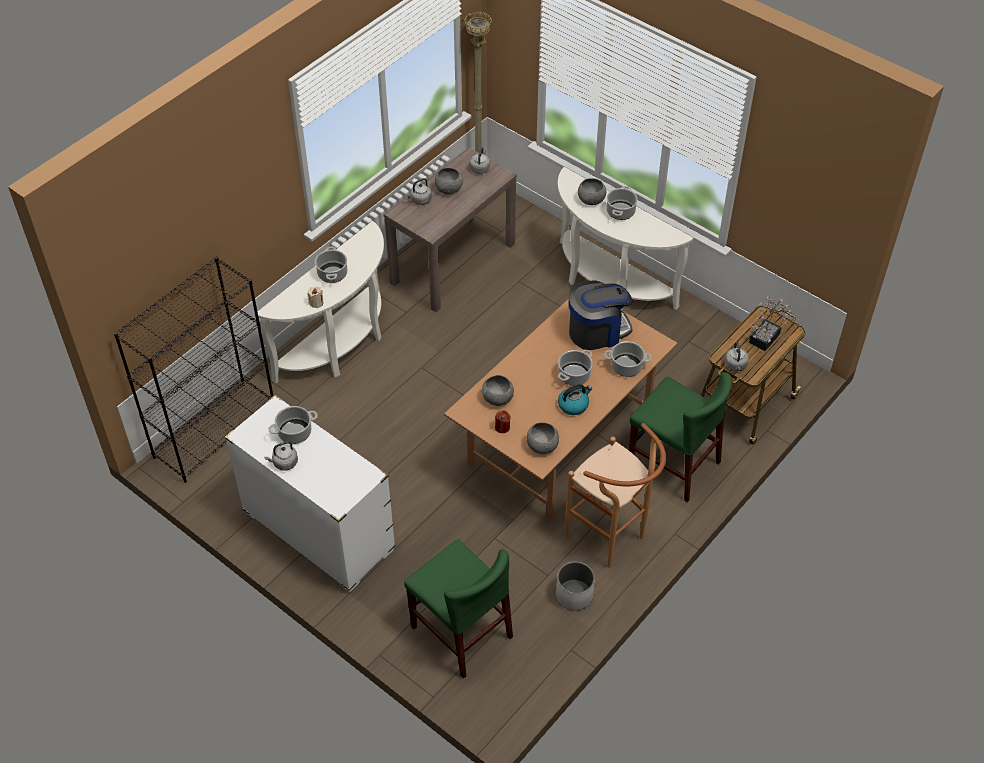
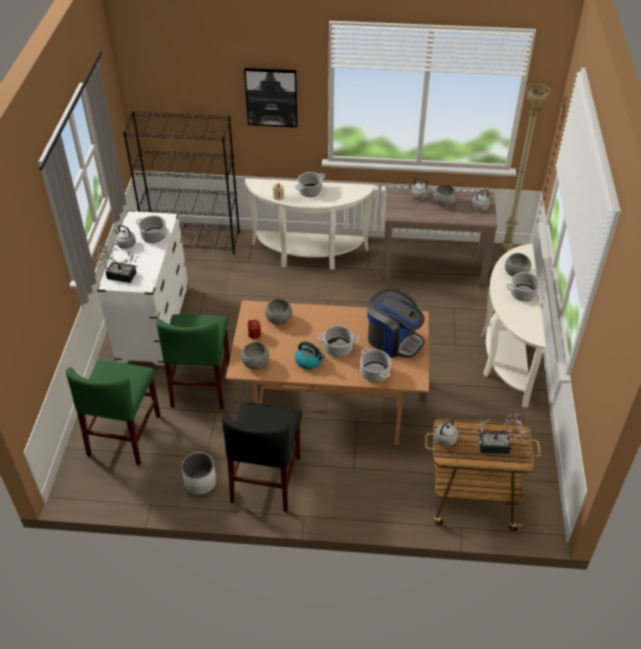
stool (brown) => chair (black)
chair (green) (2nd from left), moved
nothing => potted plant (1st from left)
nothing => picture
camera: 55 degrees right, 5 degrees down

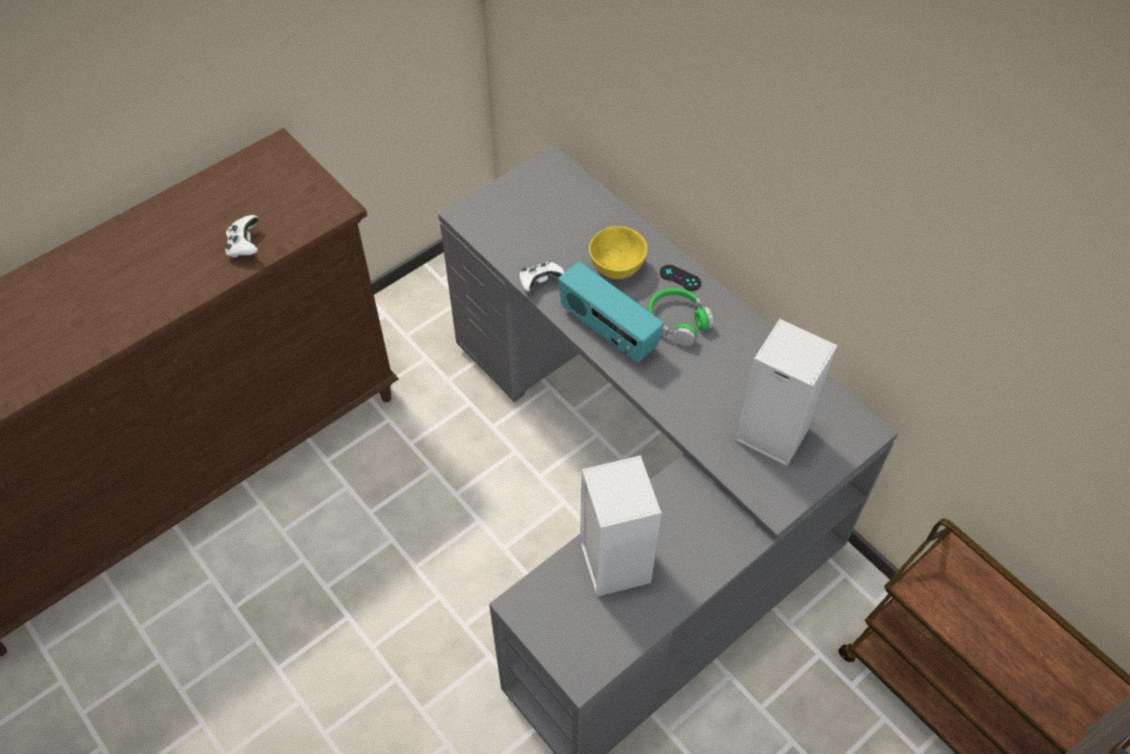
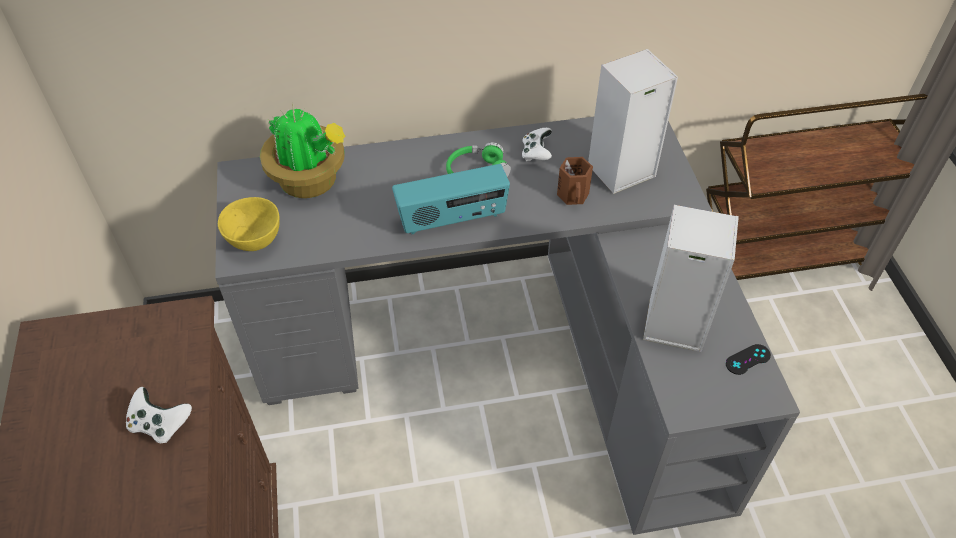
game controller (white) (2nd from left), moved
bowl (yellow), moved
game controller (black), moved
nothing => potted plant
nothing => mug (brown)
camera: 60 degrees left, 5 degrees down

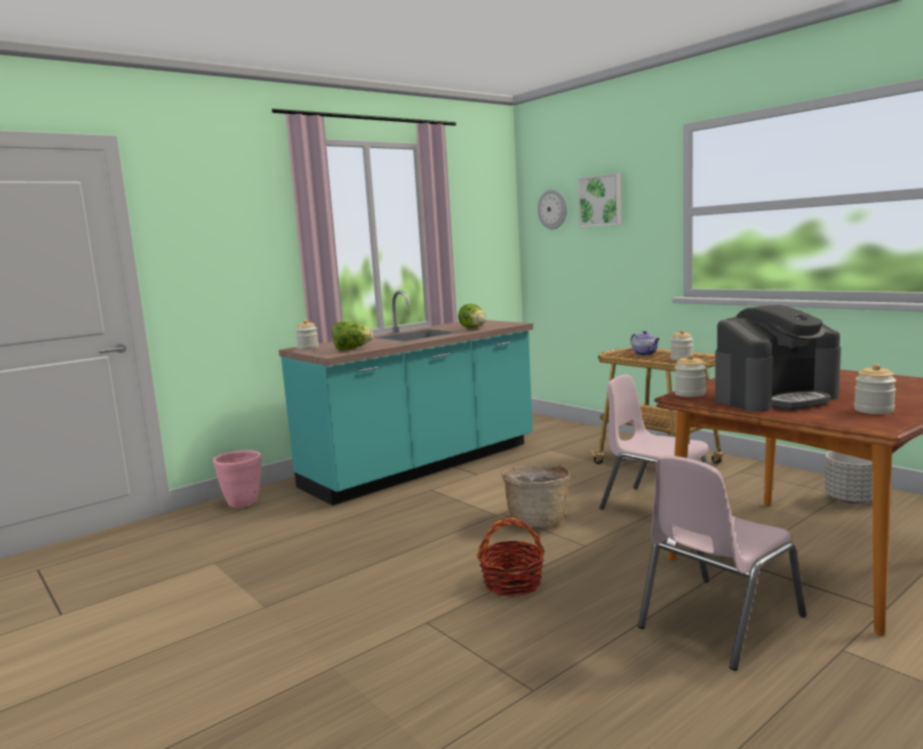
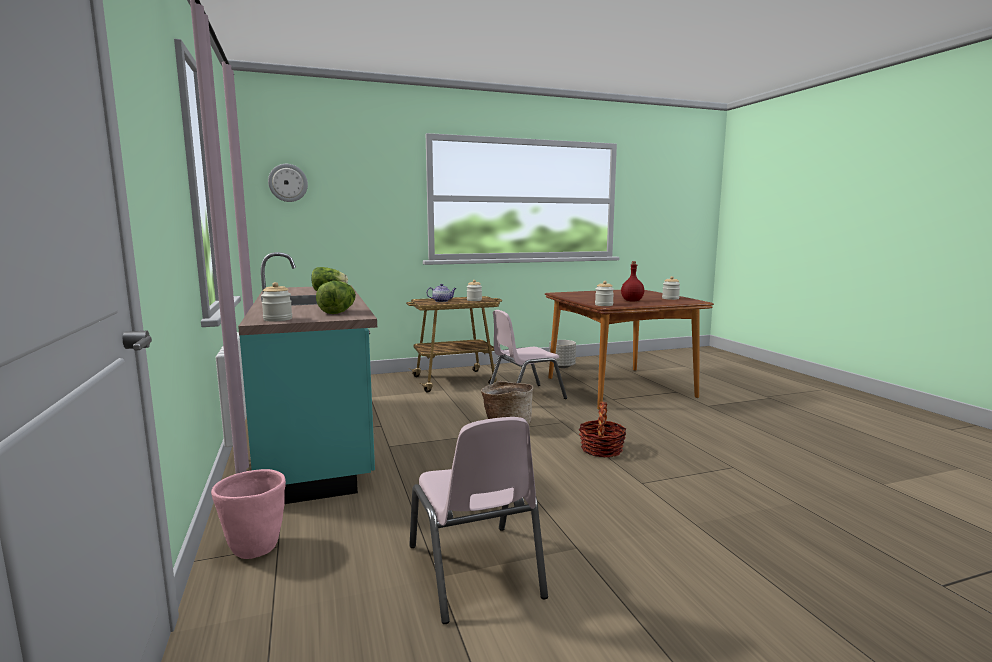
picture => nothing
chair (pink) (2nd from left in the first image) => chair (pink) (1st from left), moved
coffee machine => bottle (red)
camera: 70 degrees left, 0 degrees up

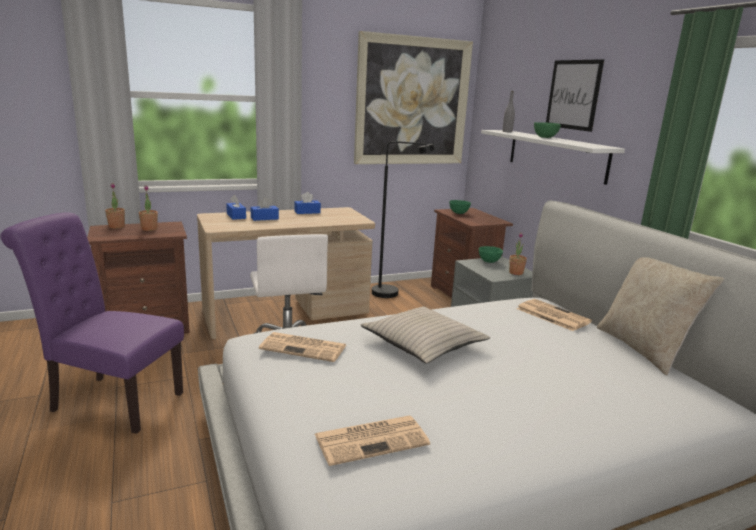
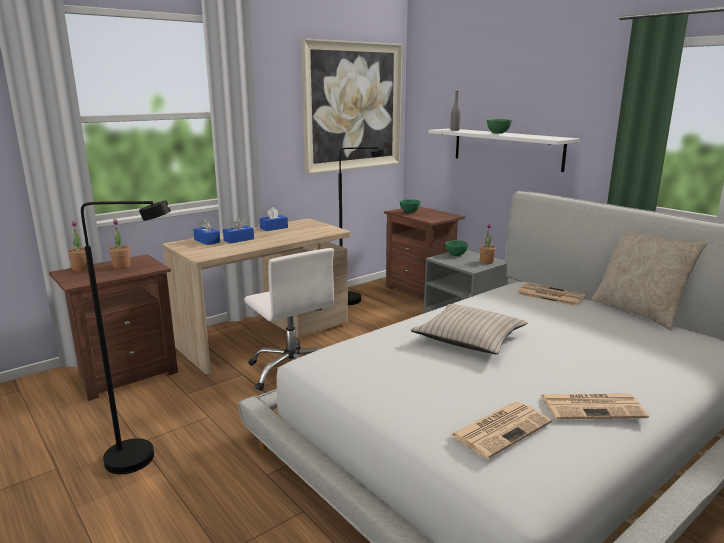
chair (purple) => floor lamp (black) (1st from left)
newspaper (1st from left in the first image) => newspaper (3rd from left), moved
picture (2nd from left) => nothing
camera: 15 degrees left, 0 degrees up

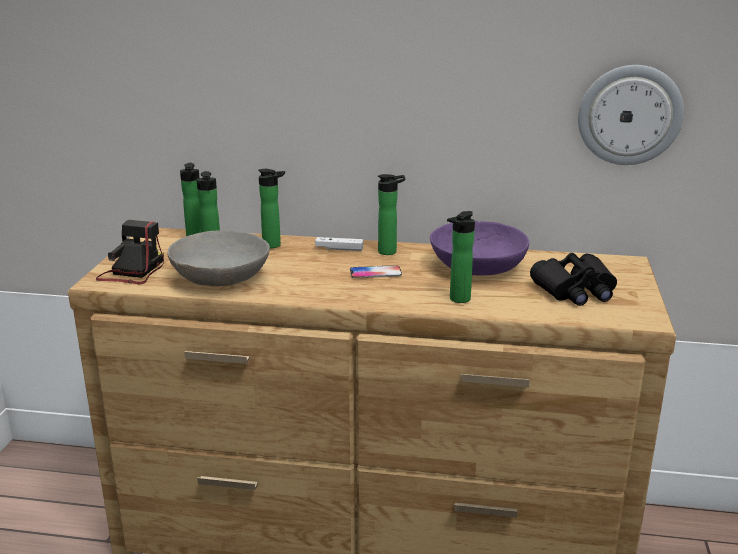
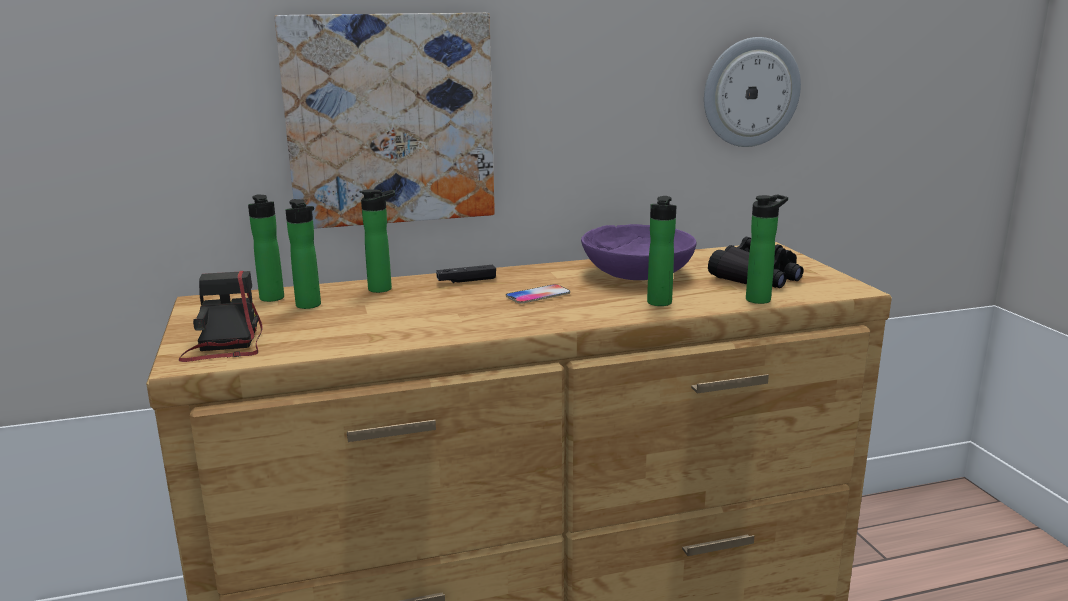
bowl (grey) => nothing
game controller (white) => game controller (black)
bottle (4th from left in the first image) => bottle (5th from left), moved
nothing => picture
camera: 25 degrees left, 5 degrees down

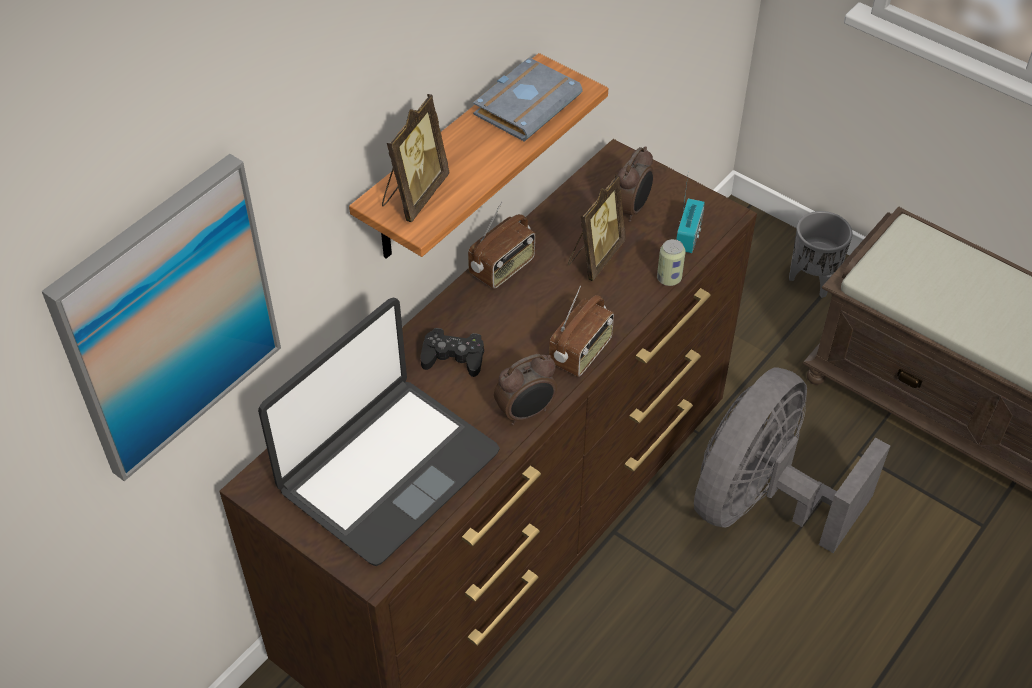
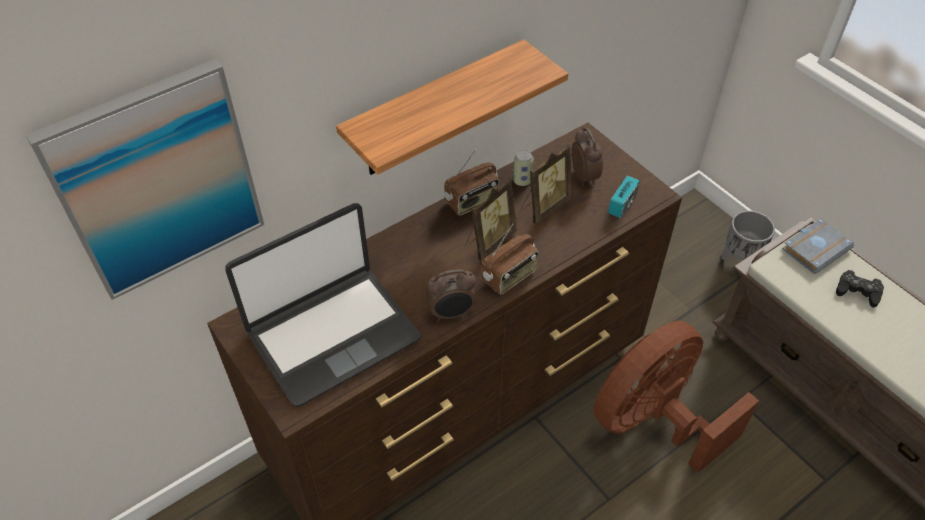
picture frame (1st from left), moved
game controller (black), moved
book (grey), moved
alarm clock (2nd from left), 60 degrees counterclockwise
can, moved
fan (grey) => fan (brown)
camera: 15 degrees right, 0 degrees up

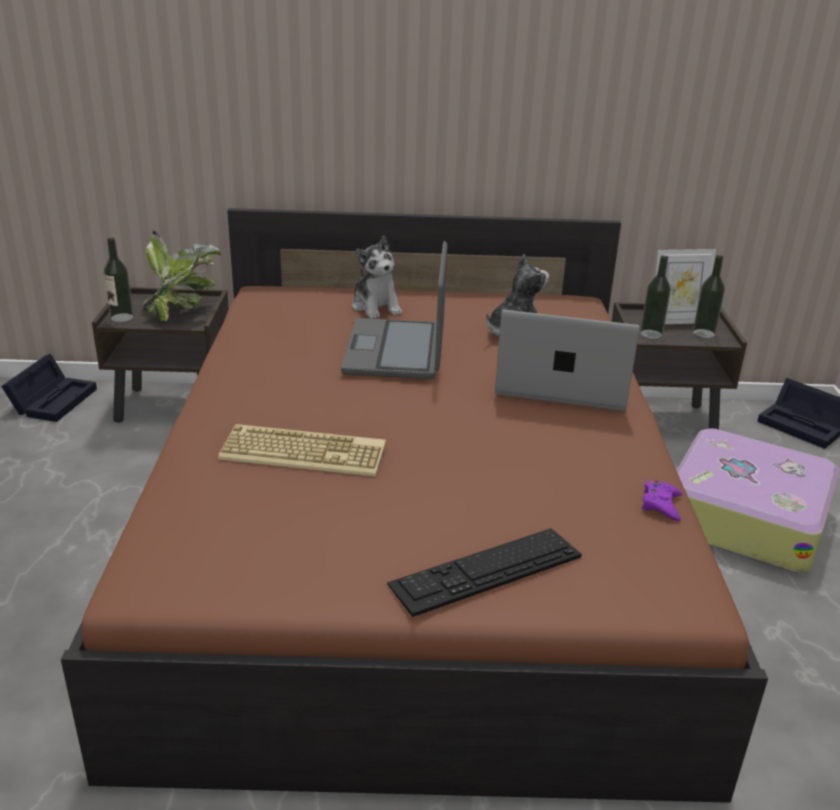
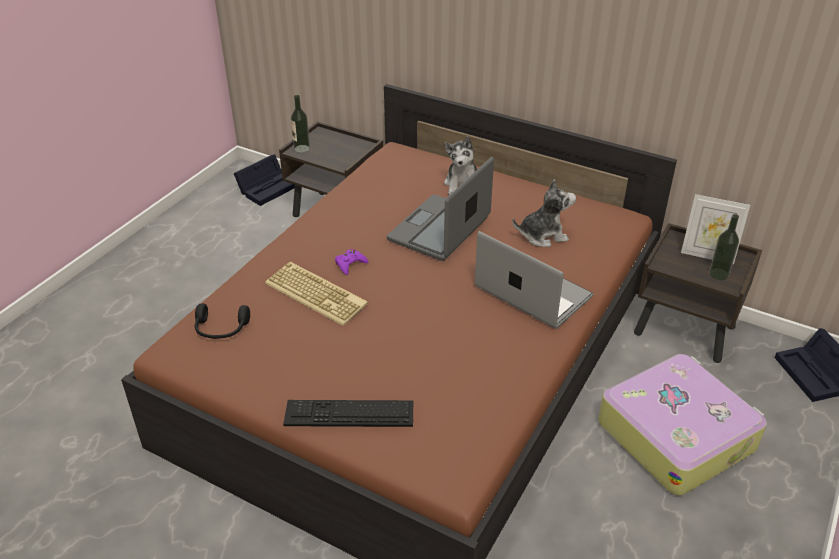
potted plant => nothing
bottle (2nd from left) => nothing
game controller (purple), moved
nothing => headphones (black)
camera: 30 degrees right, 10 degrees up

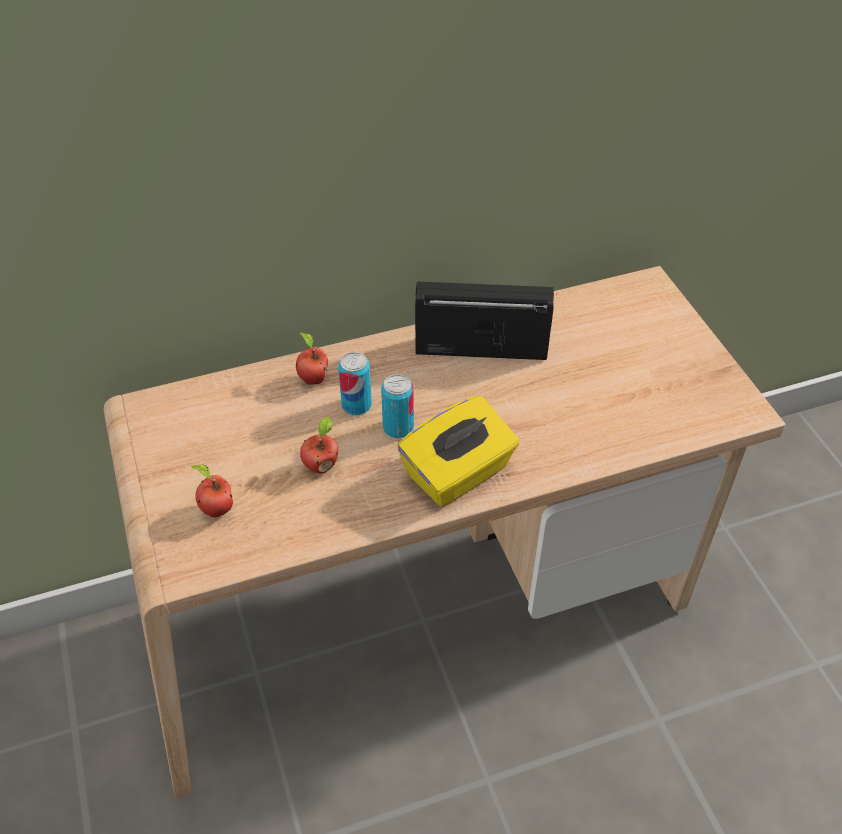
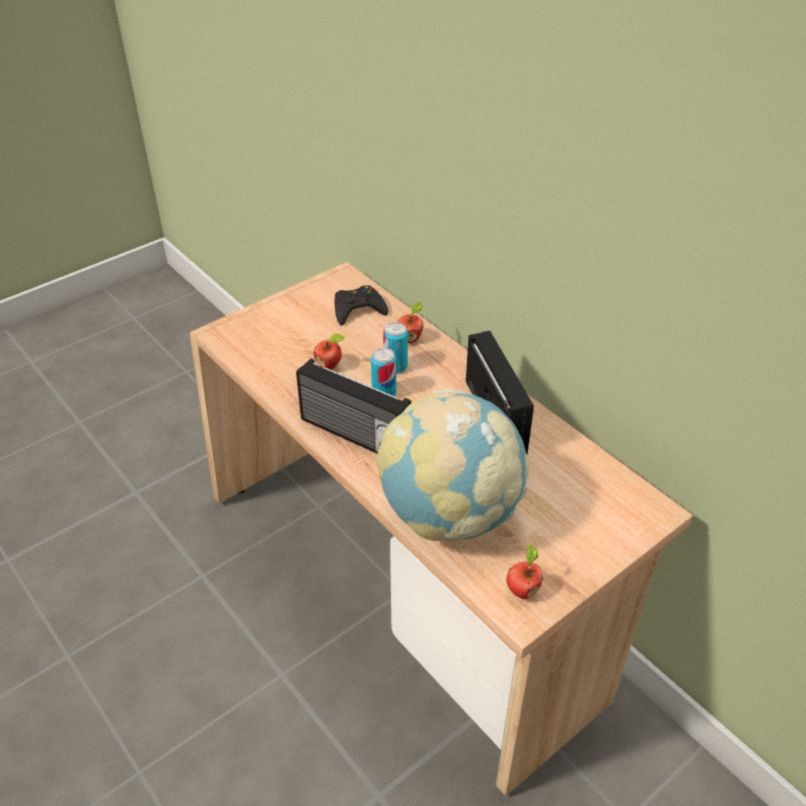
apple (1st from left in the first image) => apple (3rd from left), moved
tissue box (yellow) => radio (1st from left)
nothing => game controller (black)
nothing => globe
camera: 70 degrees right, 5 degrees down

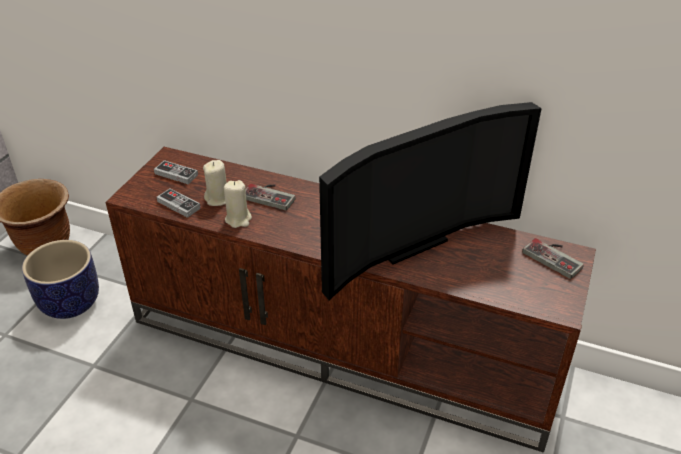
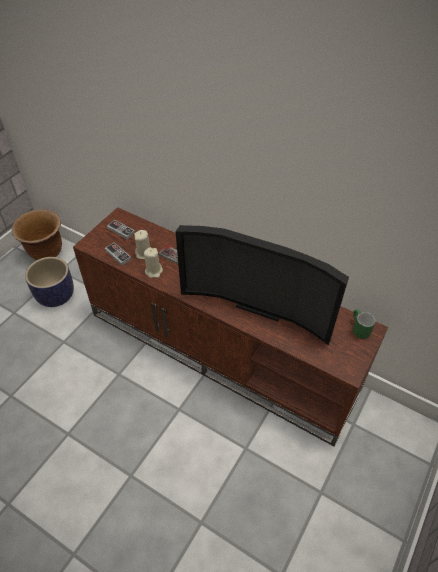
television, 45 degrees clockwise
game controller (4th from left) => mug (green)
camera: 10 degrees right, 10 degrees up

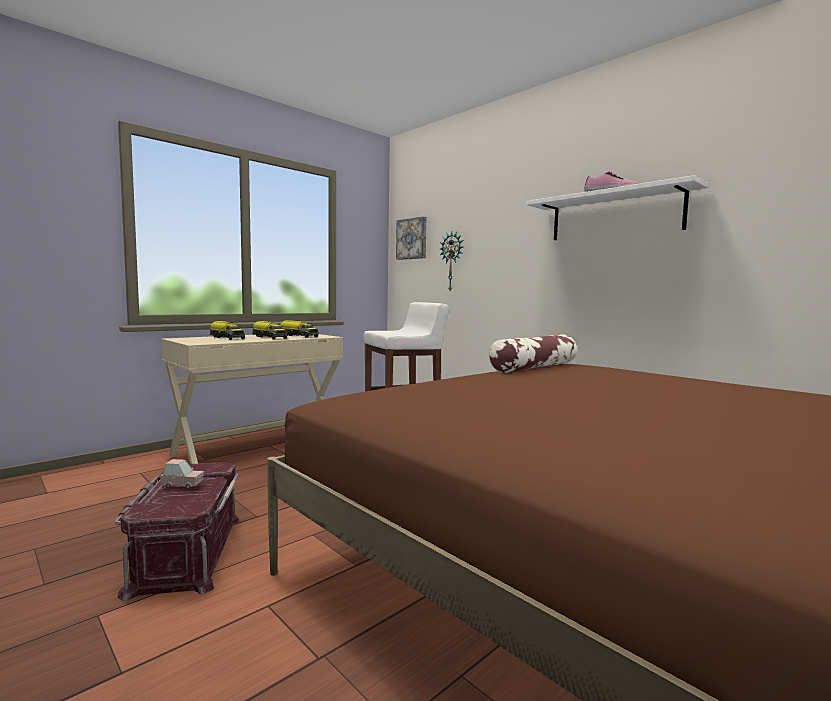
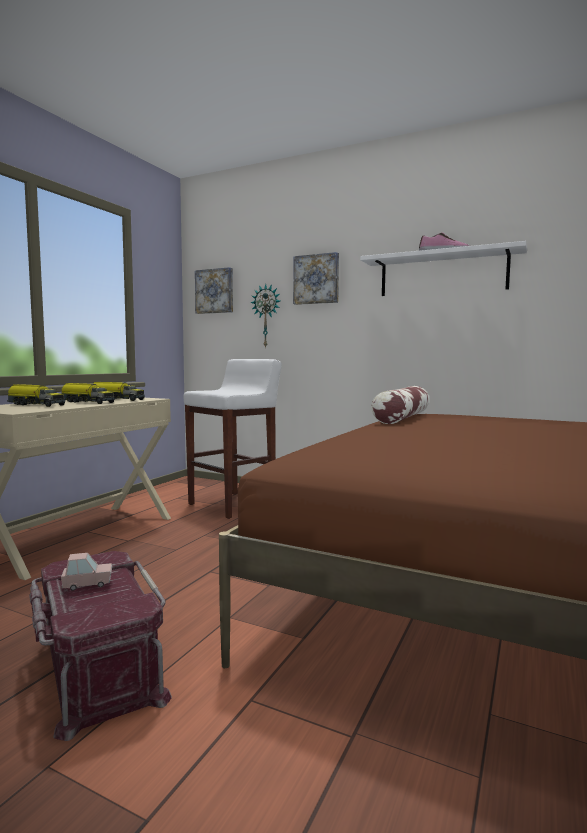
nothing => picture (2nd from left)
camera: 20 degrees left, 0 degrees up

